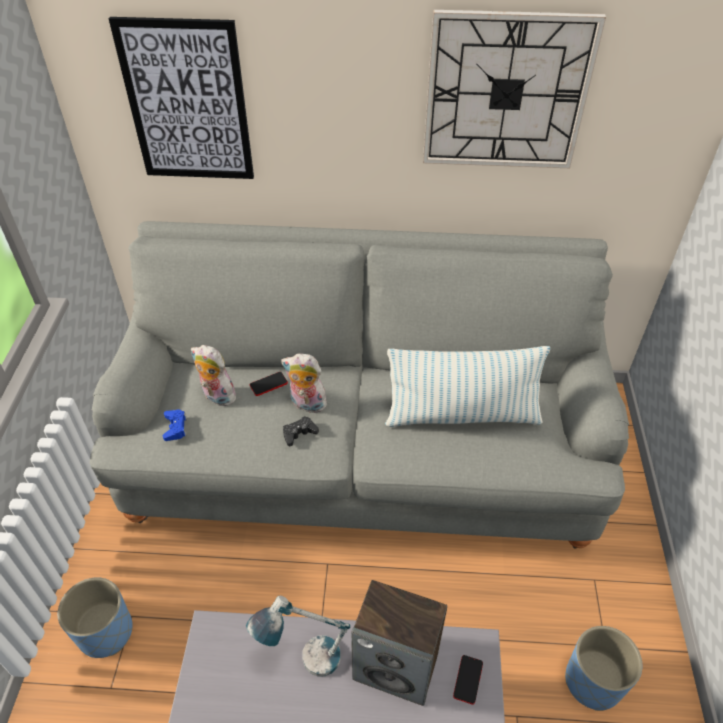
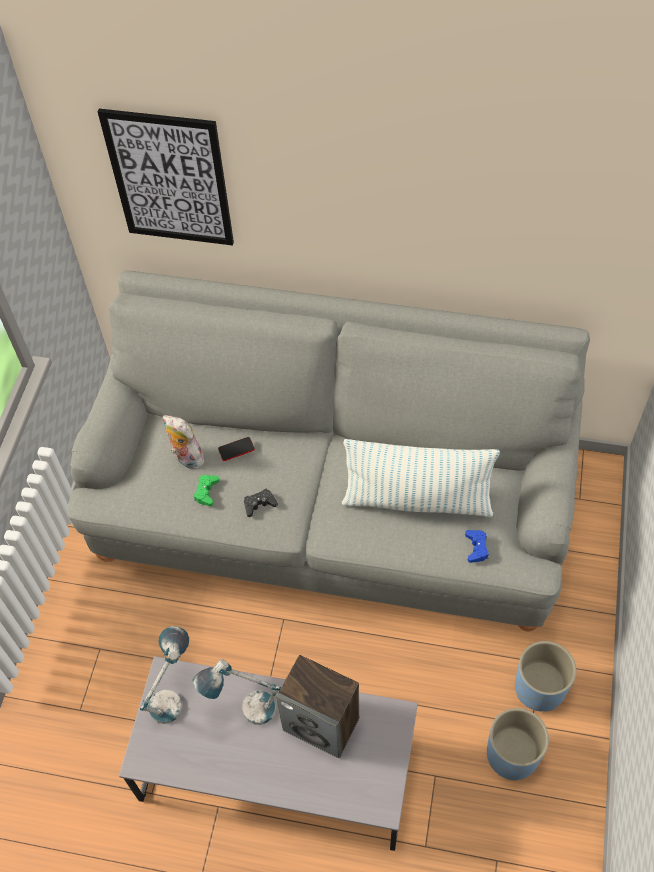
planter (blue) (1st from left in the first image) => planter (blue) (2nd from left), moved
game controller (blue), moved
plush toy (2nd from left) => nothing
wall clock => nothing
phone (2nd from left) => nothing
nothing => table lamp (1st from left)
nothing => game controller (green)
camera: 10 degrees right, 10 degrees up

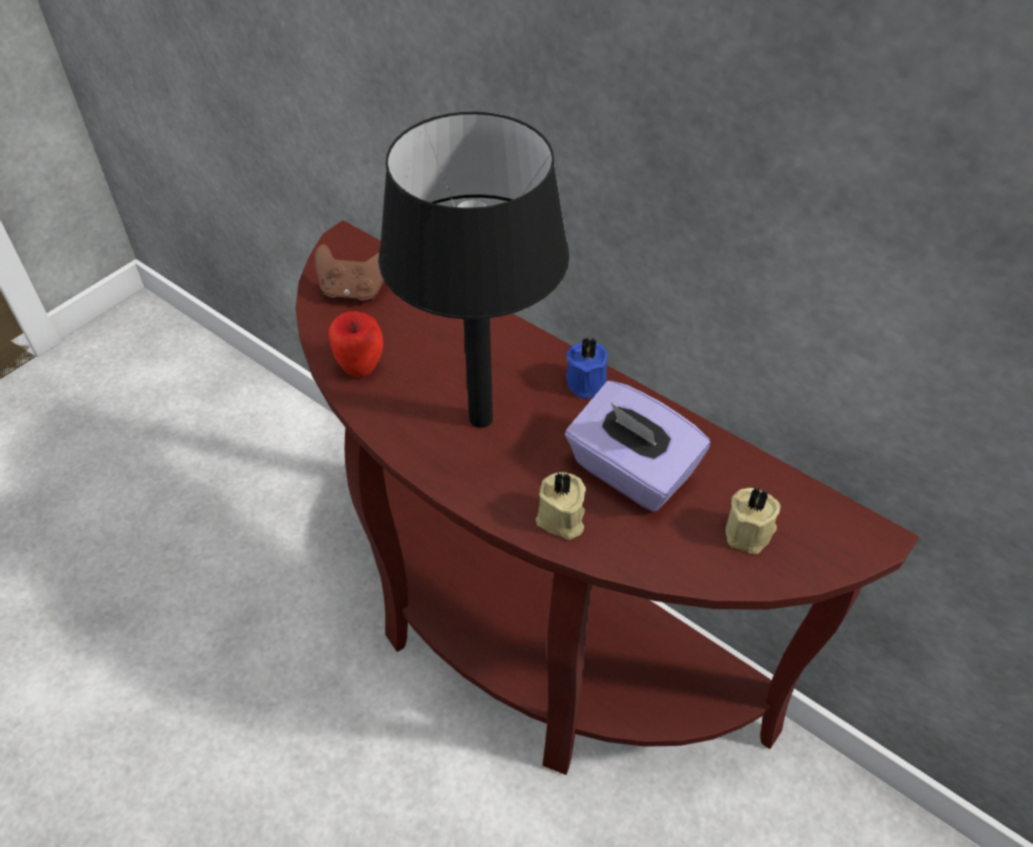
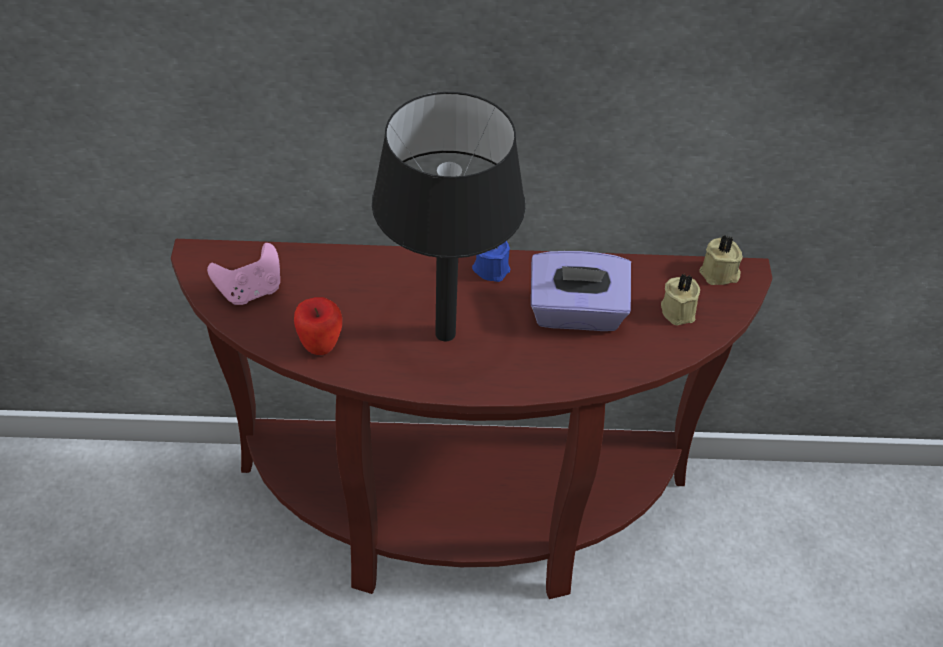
game controller (brown) => game controller (pink)
candle (beige) (1st from left in the first image) => candle (beige) (2nd from left), moved
camera: 40 degrees left, 0 degrees up

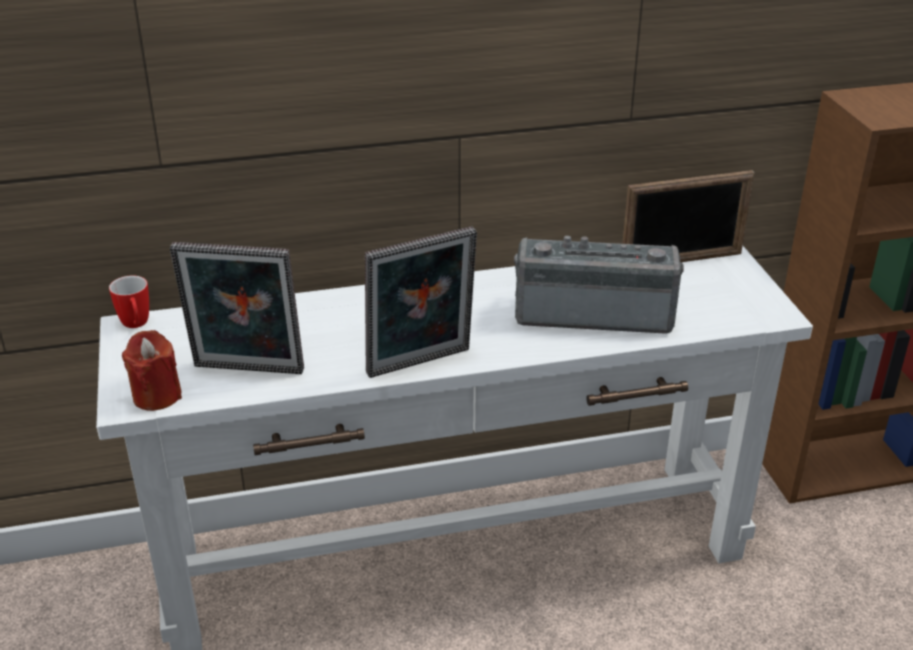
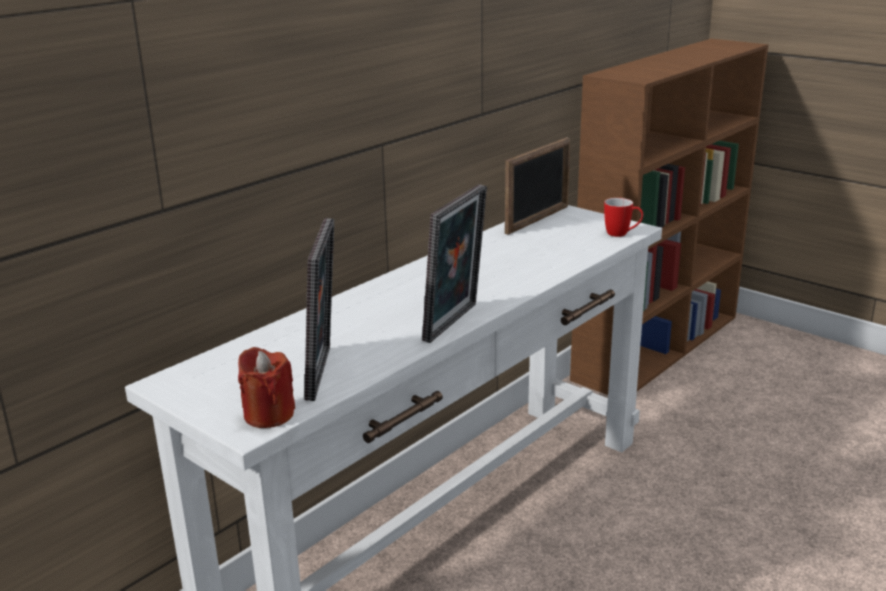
mug, moved
picture frame (1st from left), 60 degrees counterclockwise
radio => nothing
camera: 35 degrees left, 10 degrees down

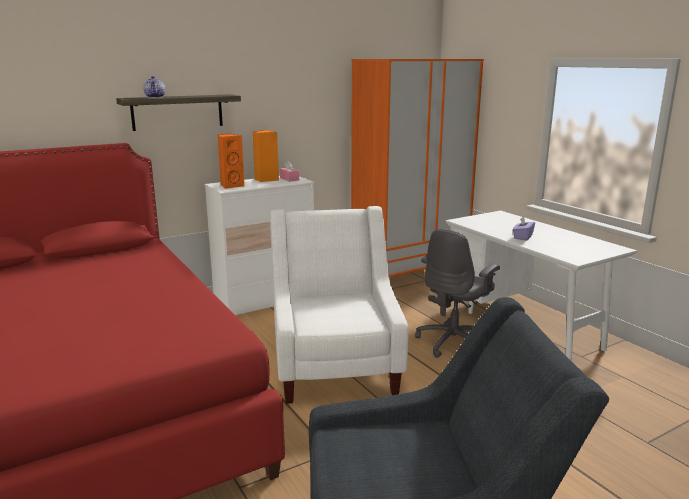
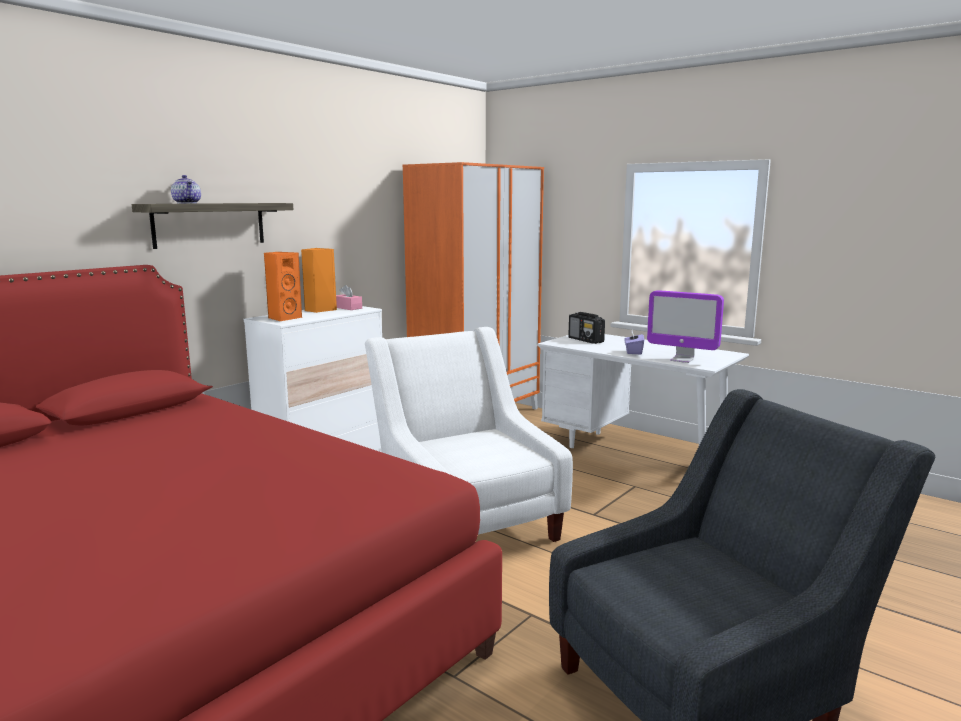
office chair (grey) => nothing
nothing => radio
nothing => monitor
camera: 20 degrees left, 5 degrees down

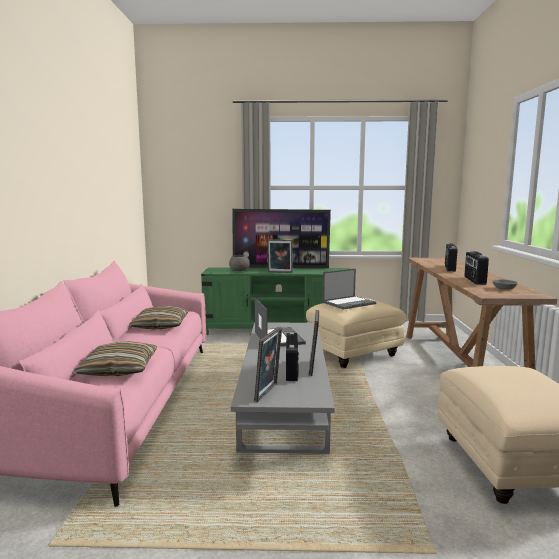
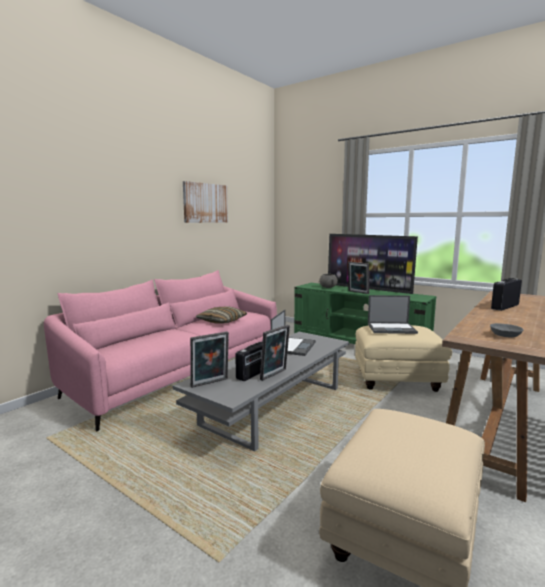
pillow (1st from left) => nothing
radio (3rd from left) => nothing
nothing => picture
camera: 35 degrees right, 0 degrees up

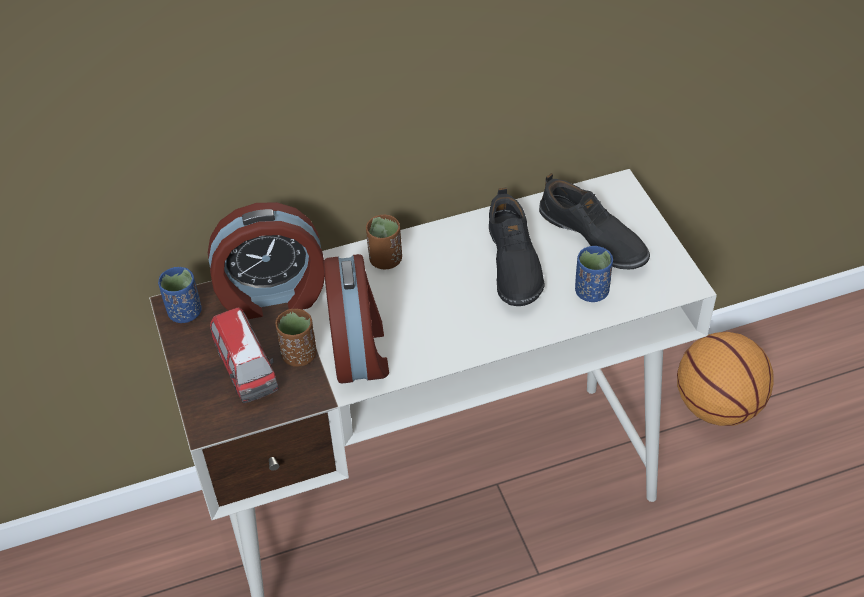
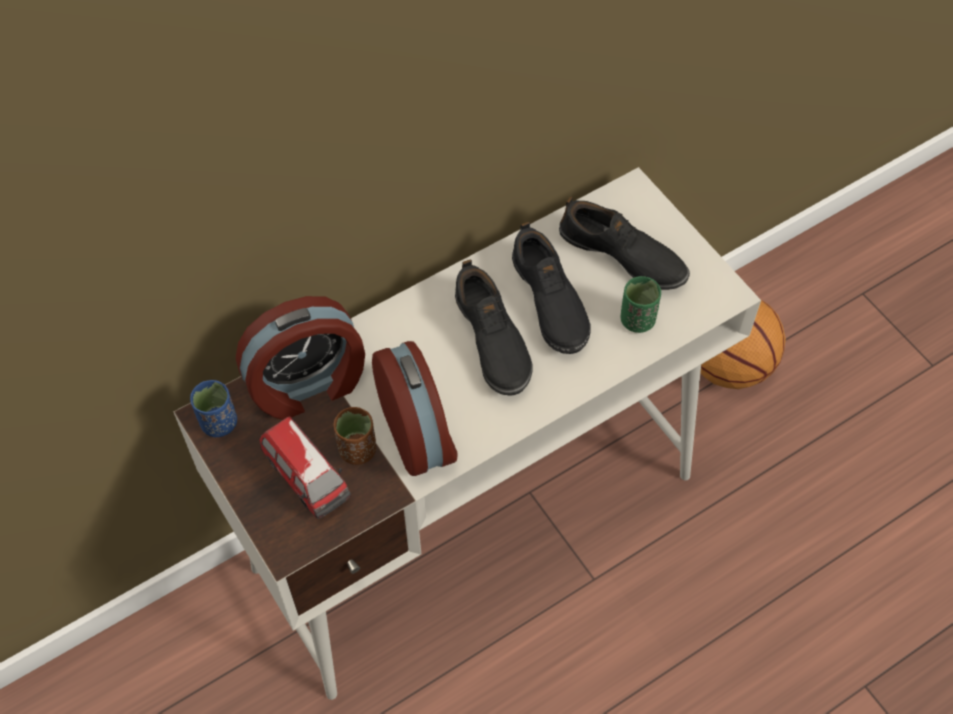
cup (brown) (2nd from left) => nothing
cup (blue) (2nd from left) => cup (green)
nothing => shoe (black) (1st from left)
camera: 15 degrees left, 10 degrees up

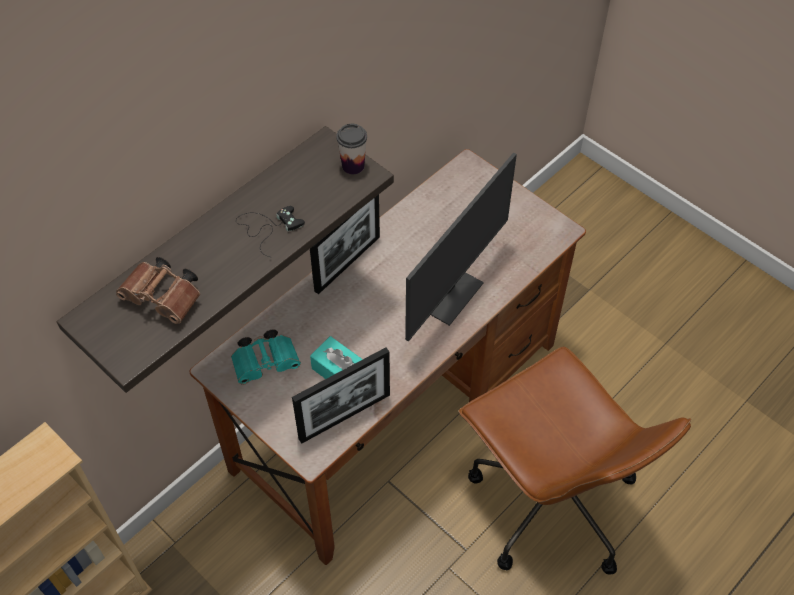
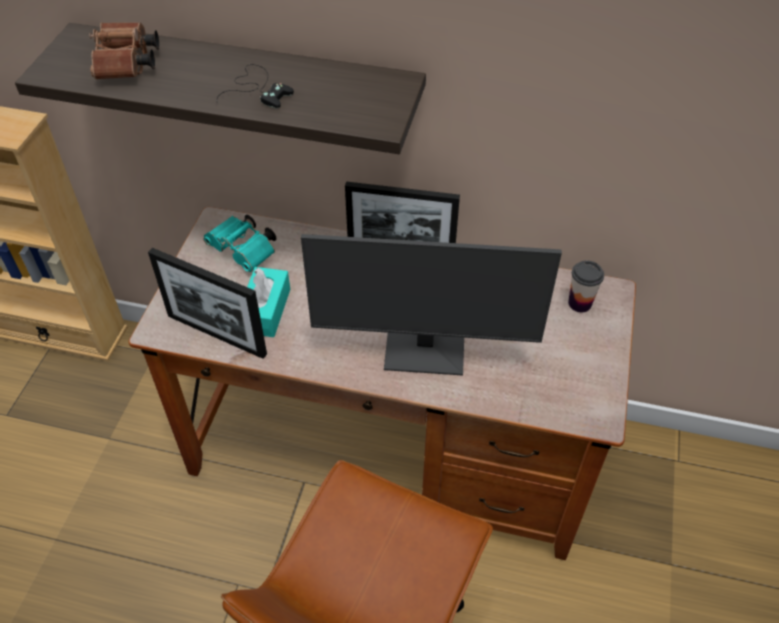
cup, moved
camera: 60 degrees right, 5 degrees down

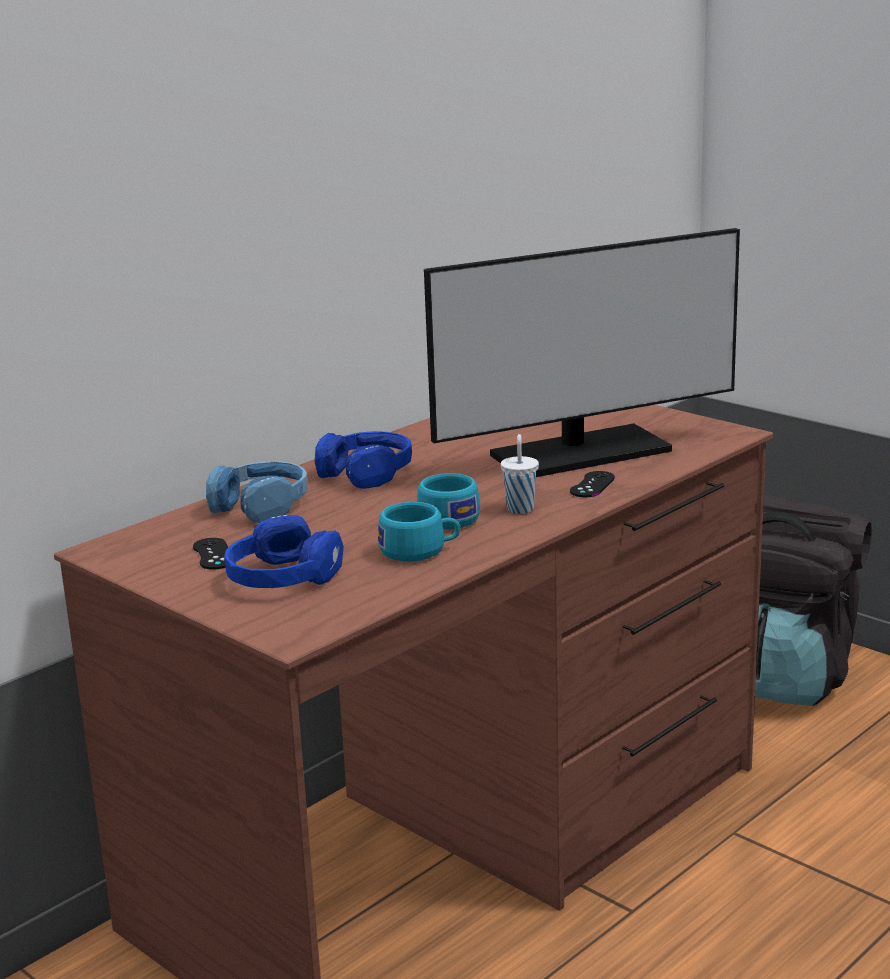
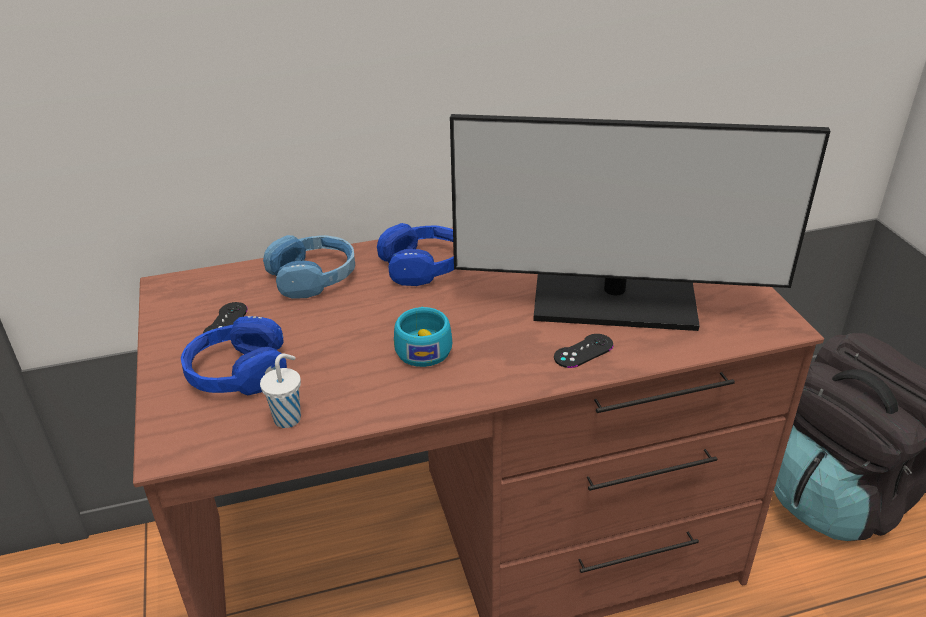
cup (turquoise) (1st from left) => nothing
cup (white), moved
camera: 30 degrees right, 15 degrees up

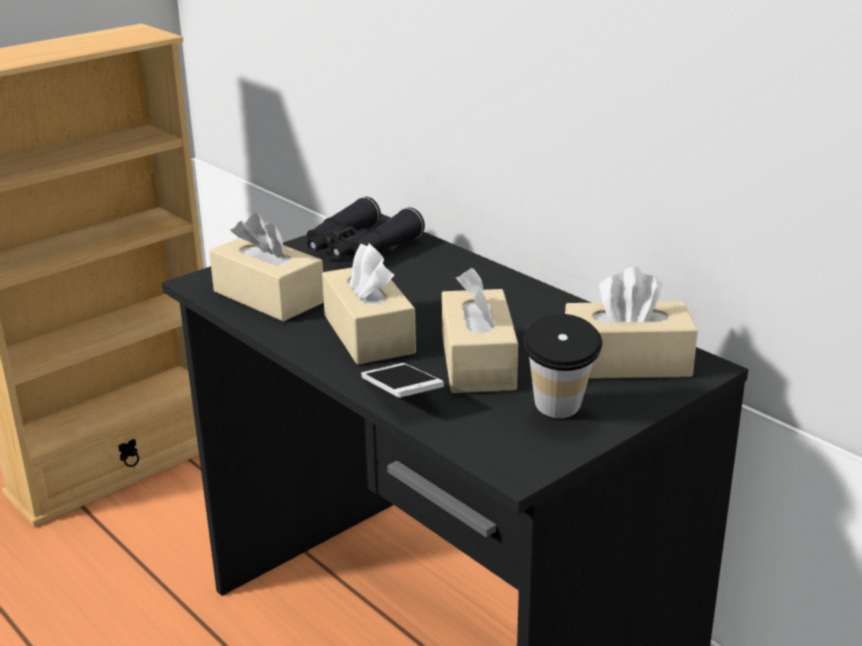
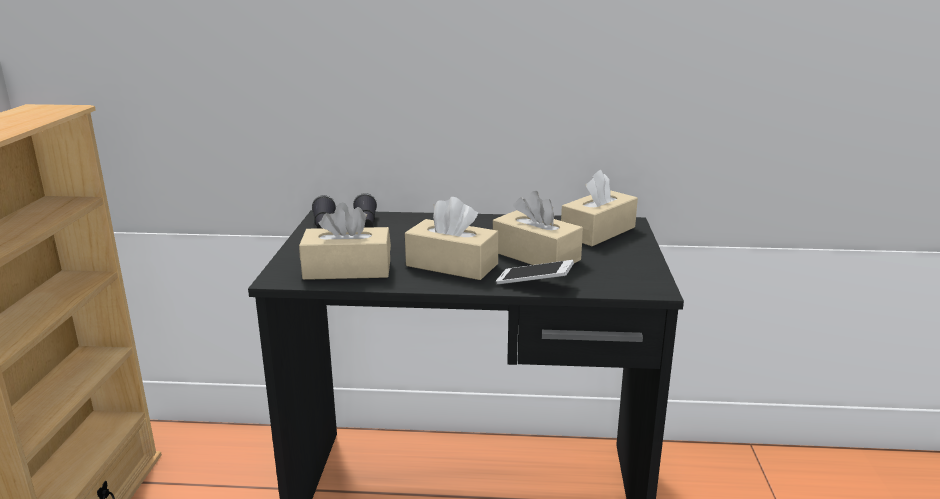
cup => nothing
camera: 45 degrees left, 5 degrees down

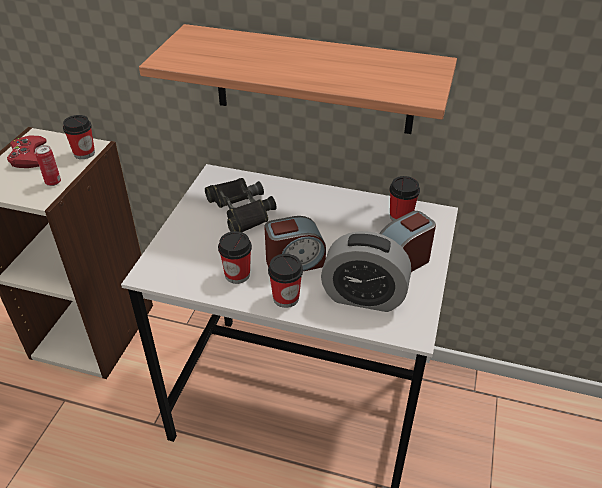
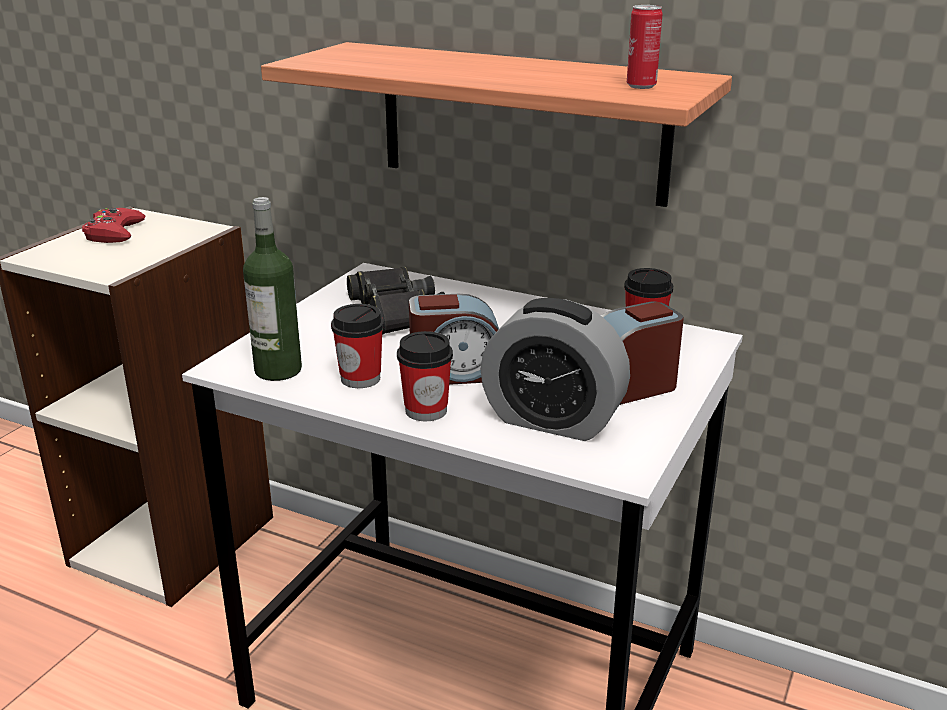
can, moved
cup (1st from left) => nothing
nothing => bottle
camera: 10 degrees right, 15 degrees down

